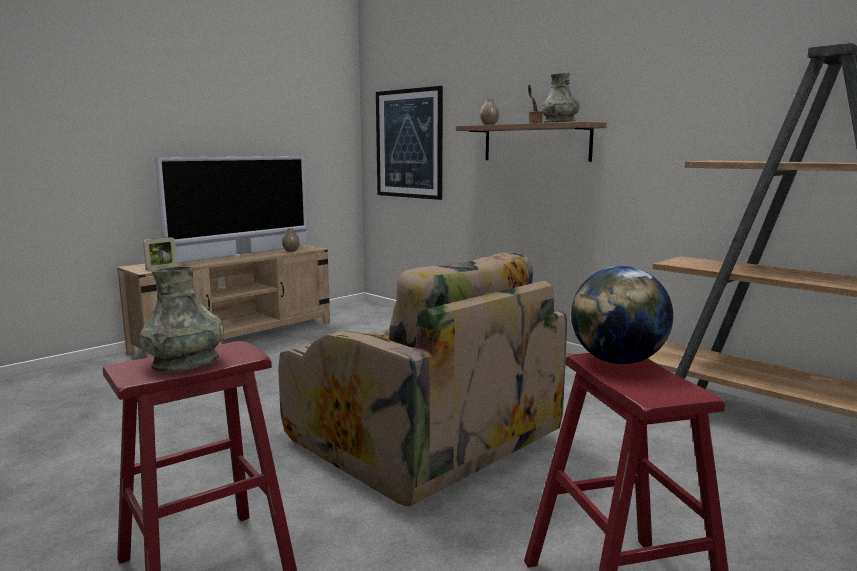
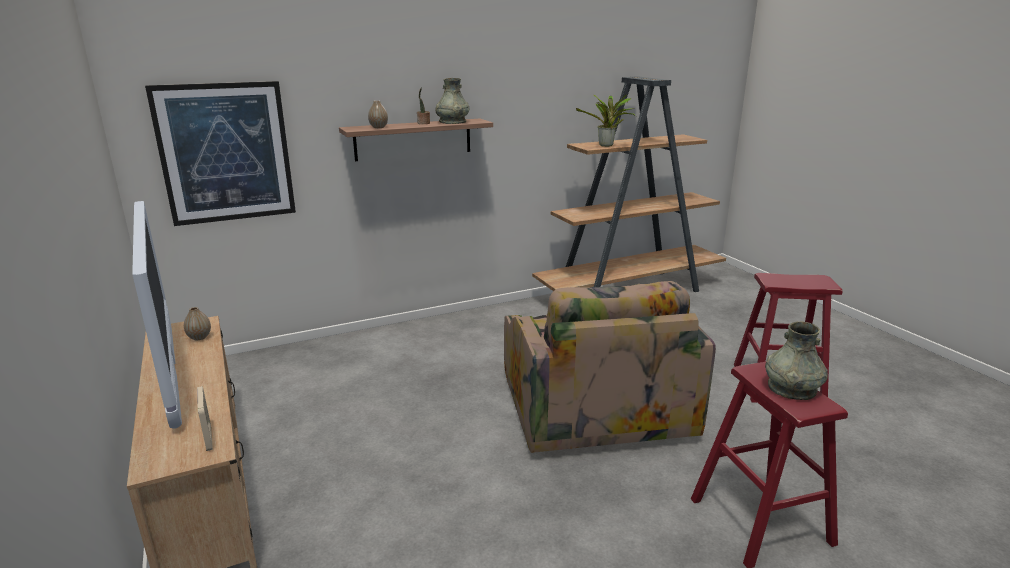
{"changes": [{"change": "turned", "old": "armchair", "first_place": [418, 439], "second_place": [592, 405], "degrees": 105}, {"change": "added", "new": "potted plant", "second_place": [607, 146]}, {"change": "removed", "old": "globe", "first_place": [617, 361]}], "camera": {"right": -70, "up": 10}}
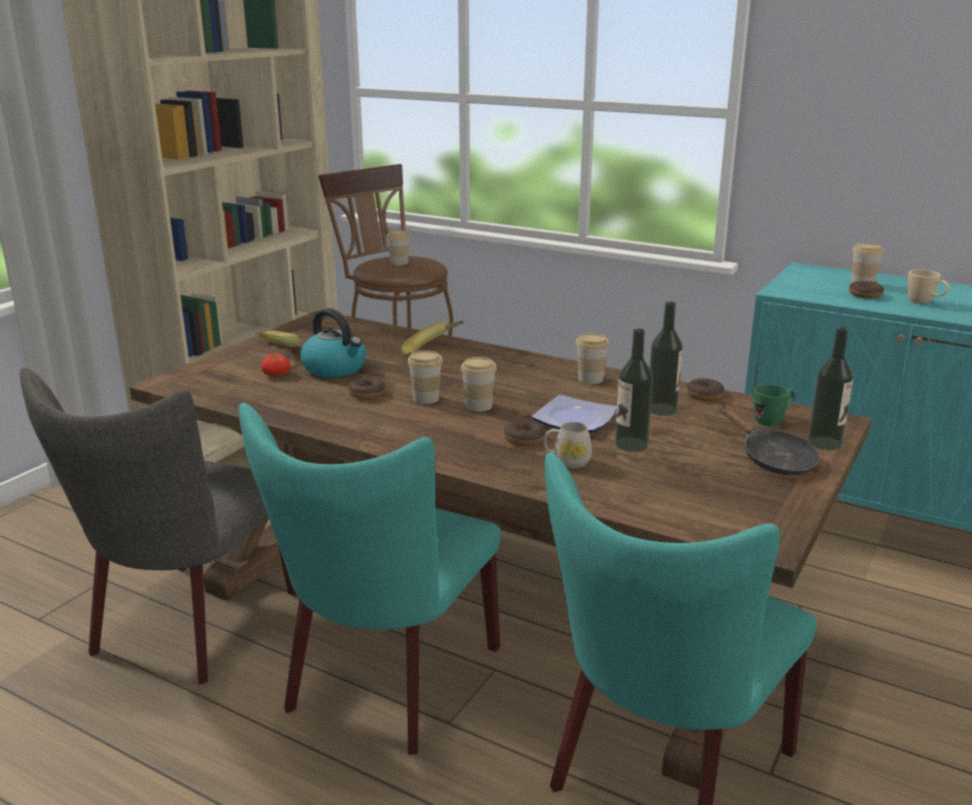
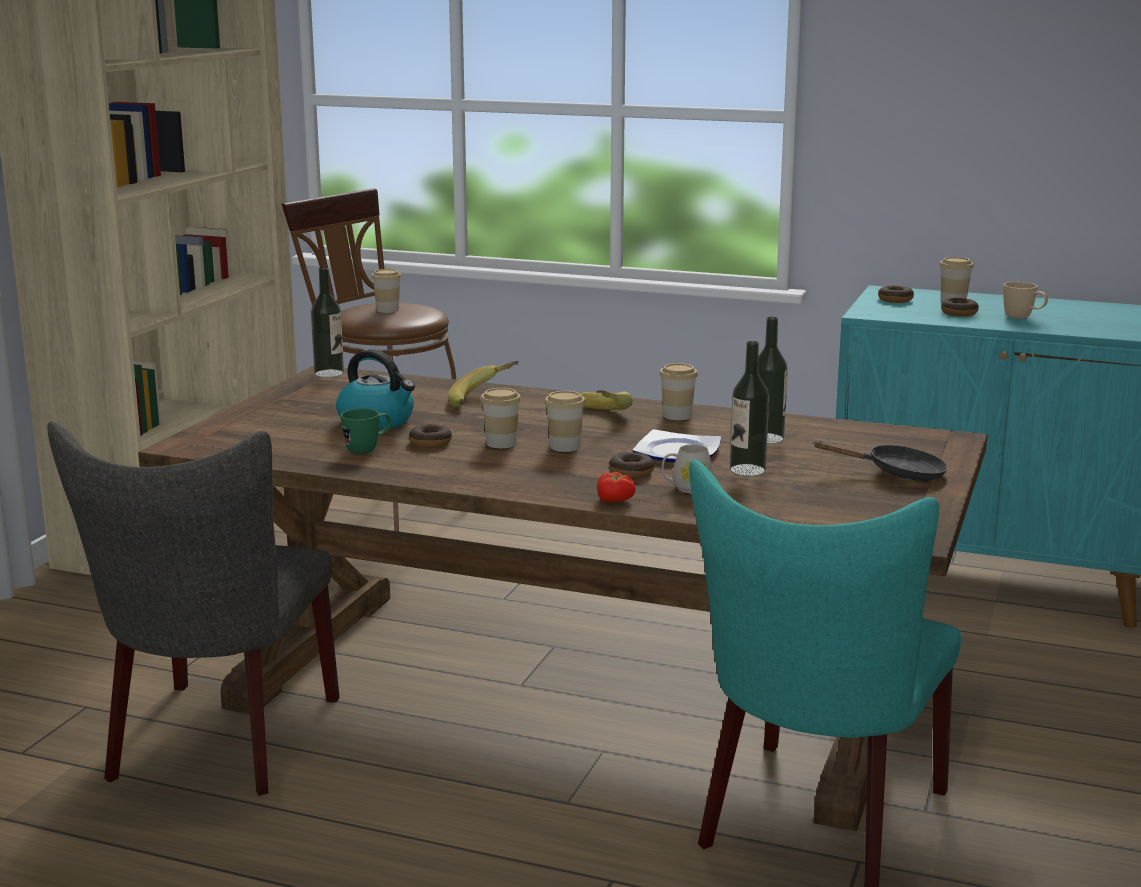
{"changes": [{"change": "moved", "old": "bottle", "first_place": [824, 443], "second_place": [329, 373]}, {"change": "moved", "old": "green mug", "first_place": [772, 421], "second_place": [368, 449]}, {"change": "moved", "old": "banana", "first_place": [271, 352], "second_place": [596, 417]}, {"change": "moved", "old": "tomato", "first_place": [277, 374], "second_place": [615, 500]}, {"change": "turned", "old": "black frying pan", "first_place": [772, 459], "second_place": [897, 473], "degrees": -45}, {"change": "moved", "old": "donut", "first_place": [704, 395], "second_place": [895, 300]}, {"change": "removed", "old": "turquoise chair", "first_place": [386, 685]}], "camera": {"right": -10, "up": -5}}
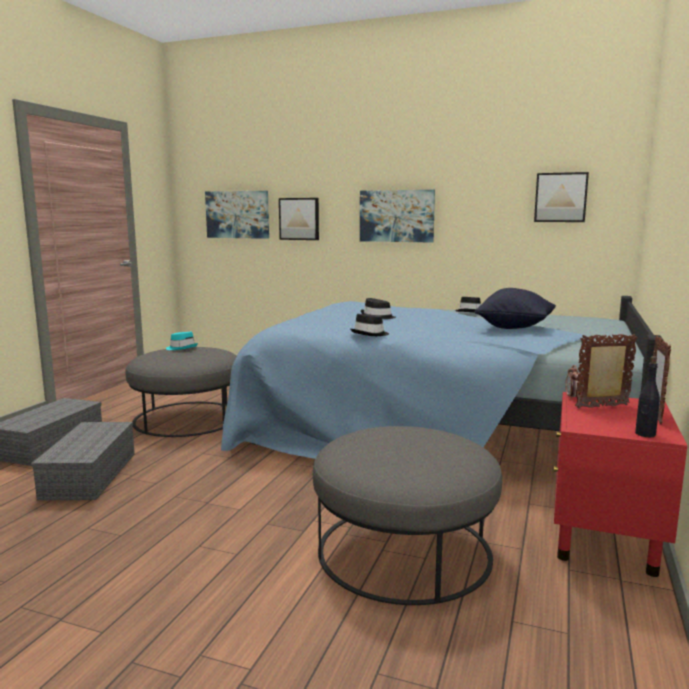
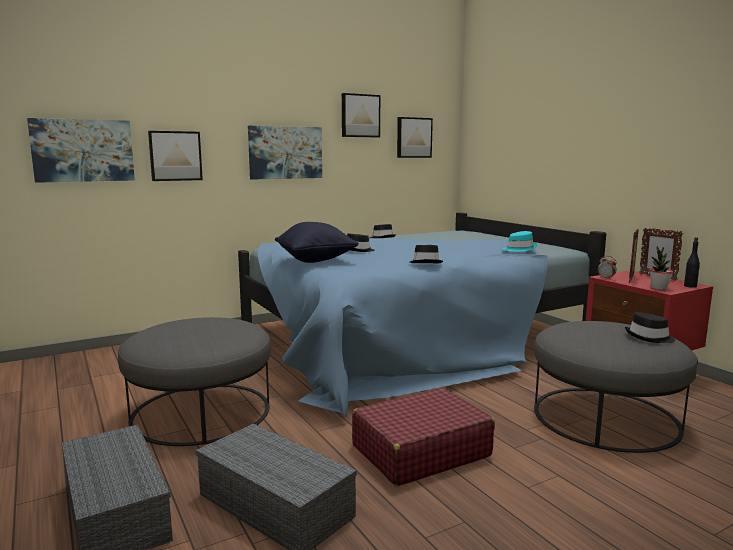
{"changes": [{"change": "moved", "old": "black pillow", "first_place": [515, 328], "second_place": [315, 260]}, {"change": "added", "new": "picture", "second_place": [360, 116]}, {"change": "added", "new": "red suitcase", "second_place": [420, 451]}, {"change": "moved", "old": "turquoise hat", "first_place": [181, 348], "second_place": [519, 249]}, {"change": "added", "new": "black hat", "second_place": [649, 337]}, {"change": "added", "new": "potted plant", "second_place": [659, 288]}], "camera": {"right": -50, "up": 0}}
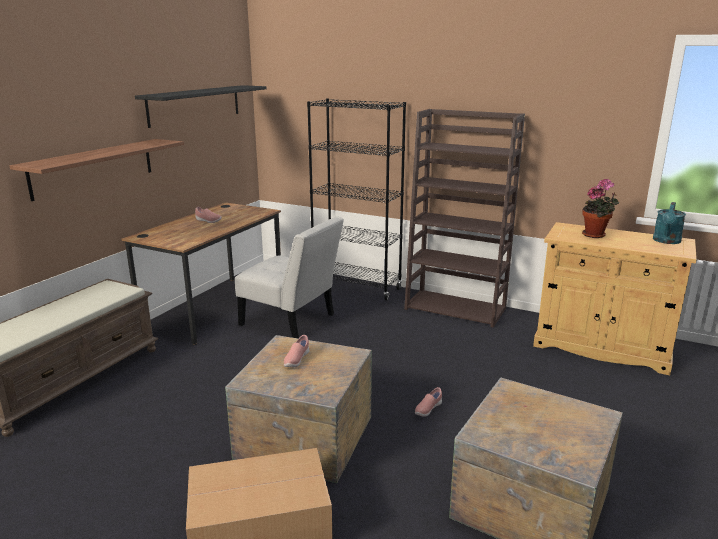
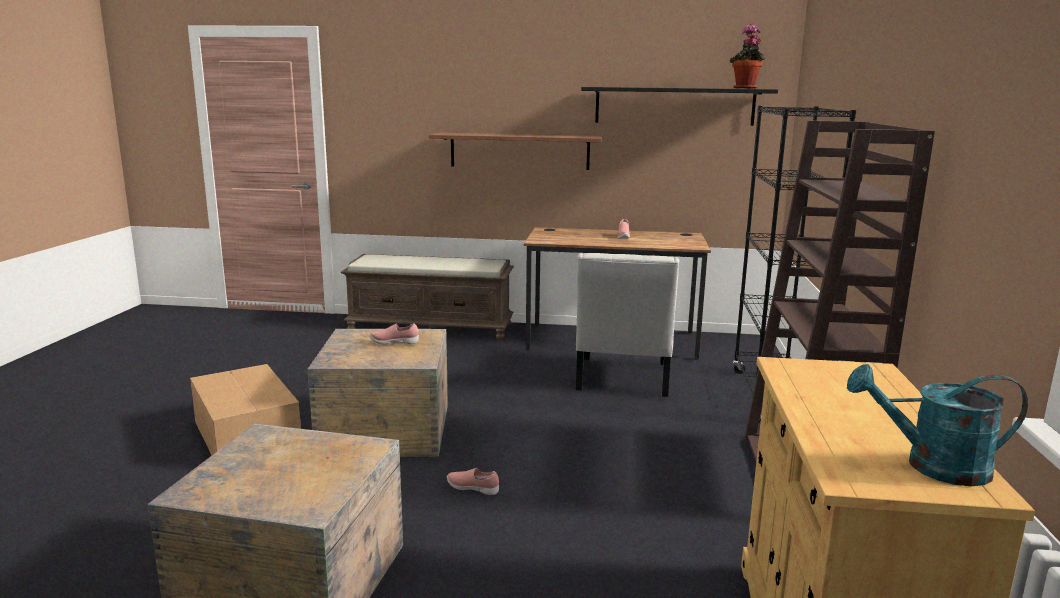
{"changes": [{"change": "moved", "old": "potted plant", "first_place": [596, 235], "second_place": [745, 88]}], "camera": {"right": 70, "up": -5}}
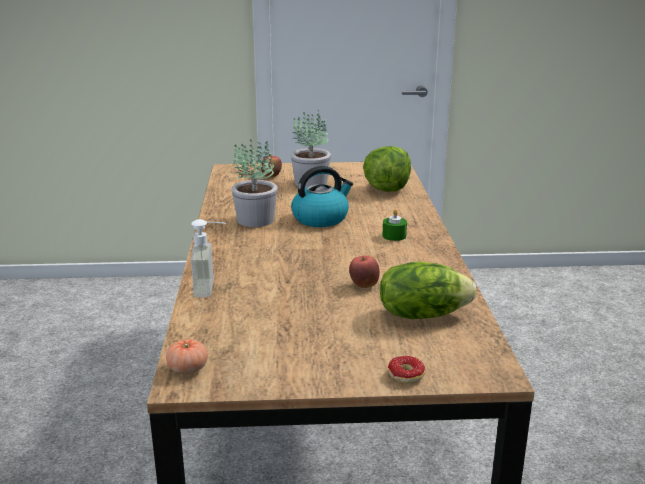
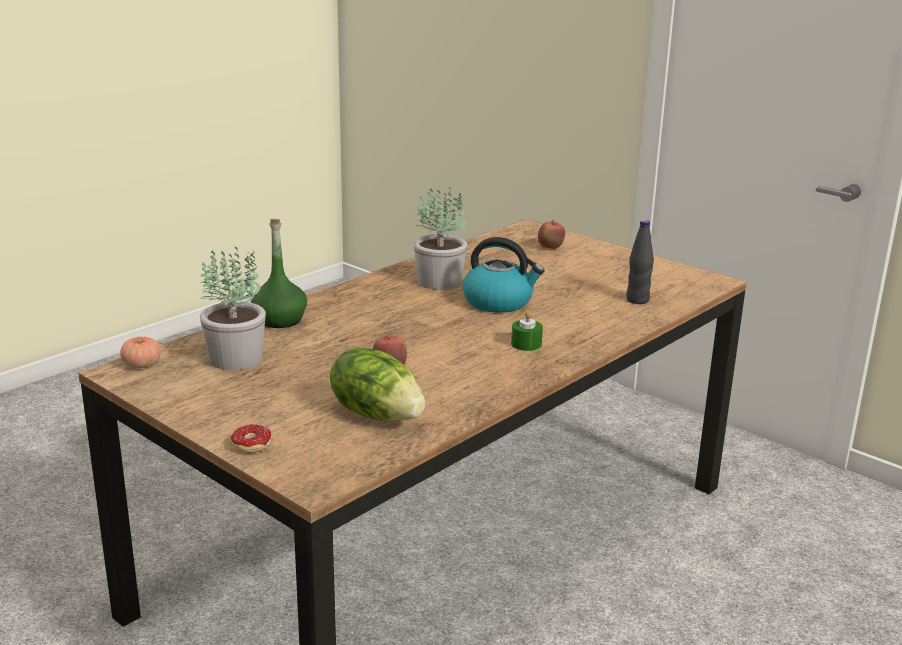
{"changes": [{"change": "moved", "old": "potted plant", "first_place": [310, 183], "second_place": [236, 358]}, {"change": "replaced", "old": "soap dispenser", "new": "green bottle", "first_place": [212, 288], "second_place": [279, 320]}, {"change": "replaced", "old": "lettuce", "new": "black bottle", "first_place": [386, 189], "second_place": [637, 300]}], "camera": {"right": 45, "up": 0}}
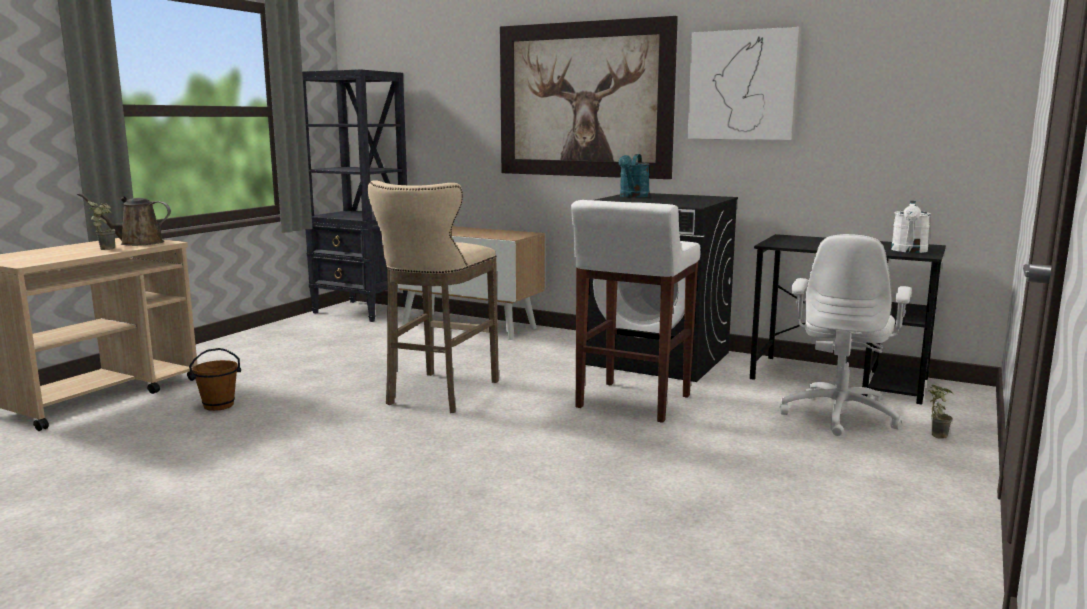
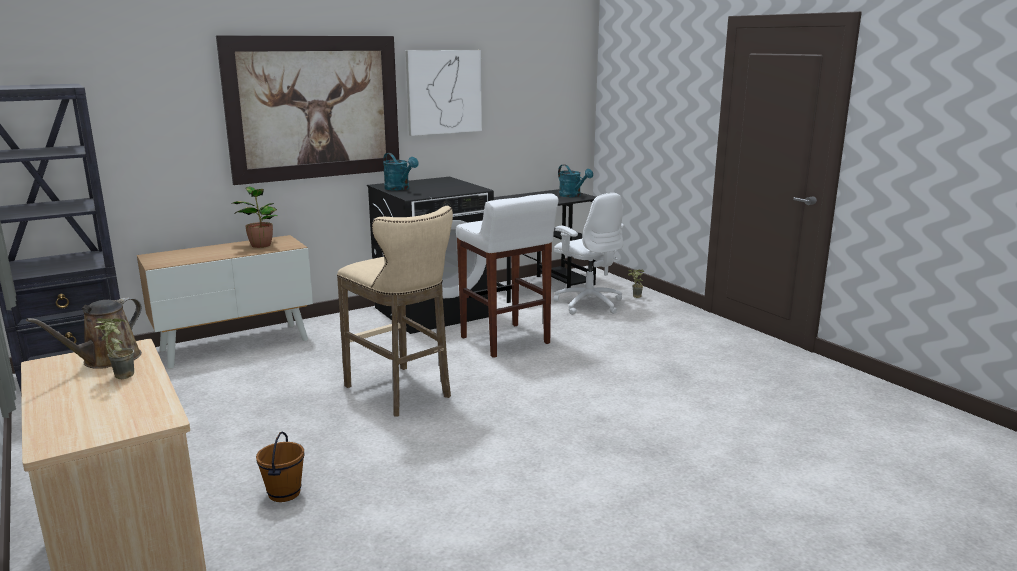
{"changes": [{"change": "added", "new": "potted plant", "second_place": [260, 245]}, {"change": "recoloured", "old": "white watering can", "new": "turquoise watering can", "first_place": [909, 251], "second_place": [572, 196]}], "camera": {"right": -60, "up": 5}}
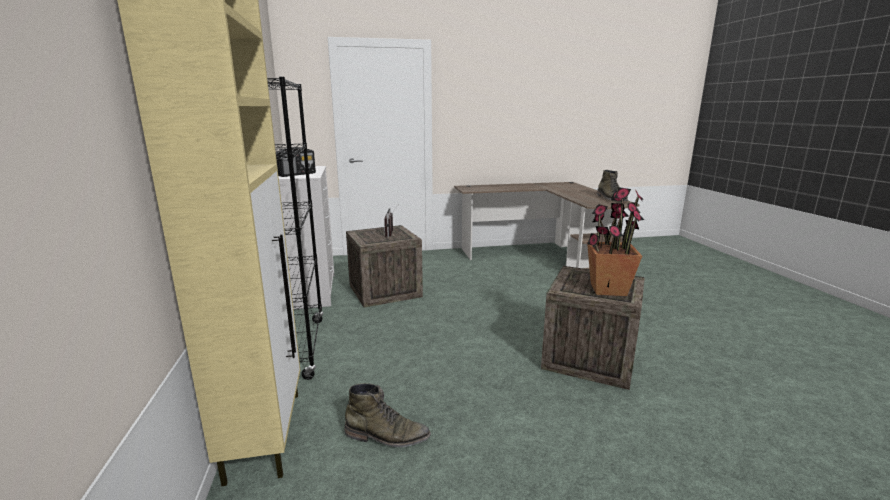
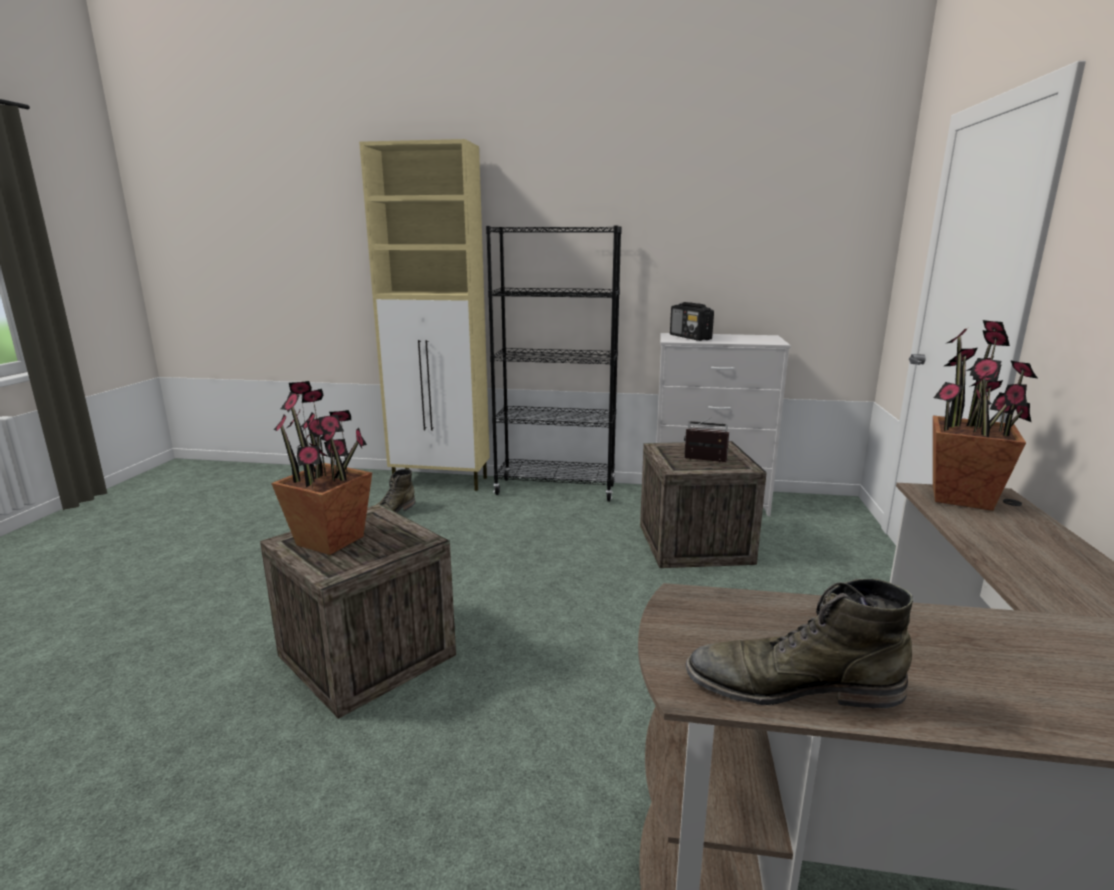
{"changes": [{"change": "added", "new": "potted plant", "second_place": [962, 498]}], "camera": {"right": 110, "up": 0}}
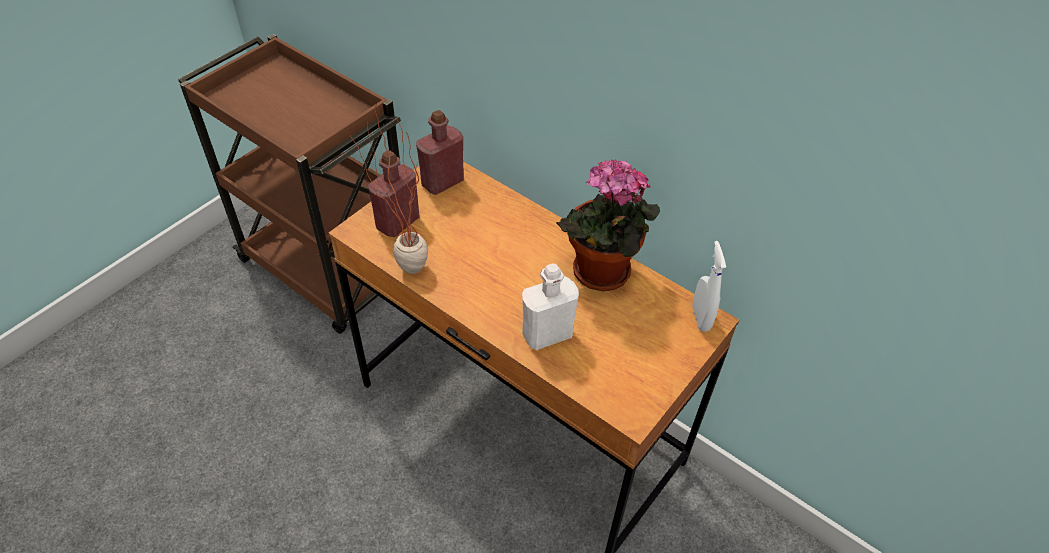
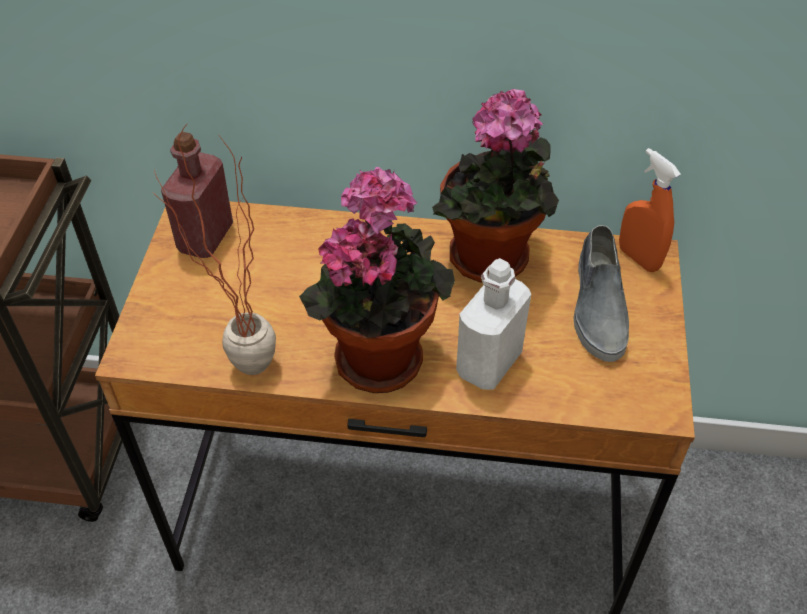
{"changes": [{"change": "added", "new": "potted plant", "second_place": [379, 353]}, {"change": "added", "new": "grey shoe", "second_place": [598, 306]}, {"change": "recoloured", "old": "white spray bottle", "new": "orange spray bottle", "first_place": [700, 318], "second_place": [638, 258]}, {"change": "removed", "old": "red bottle", "first_place": [397, 223]}], "camera": {"right": -30, "up": 0}}
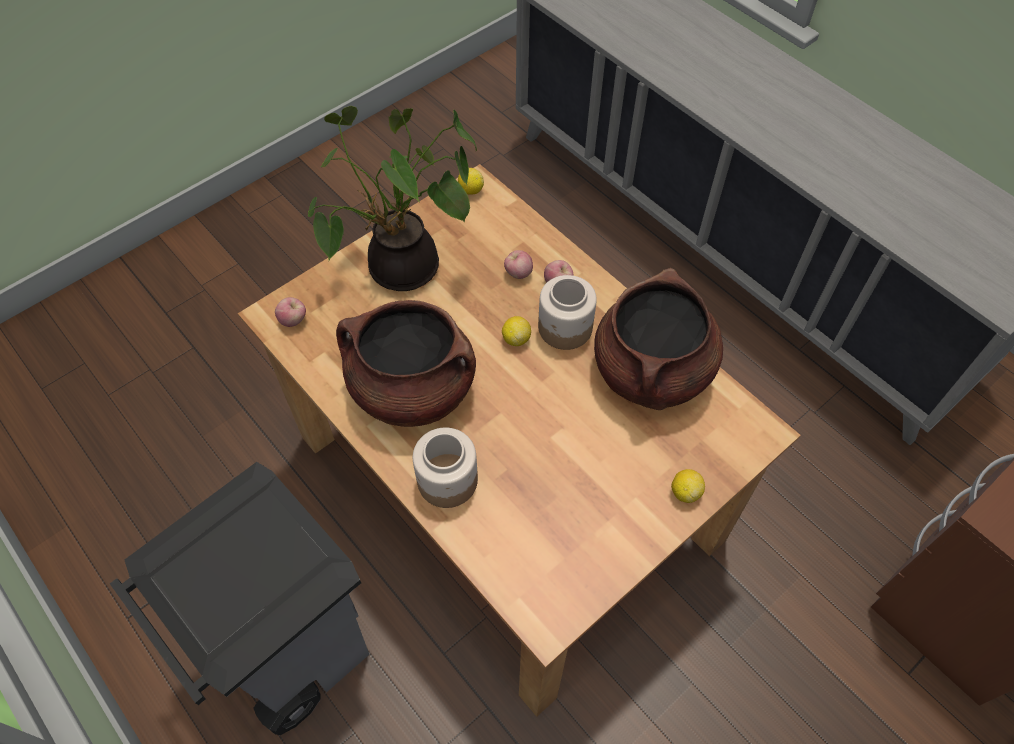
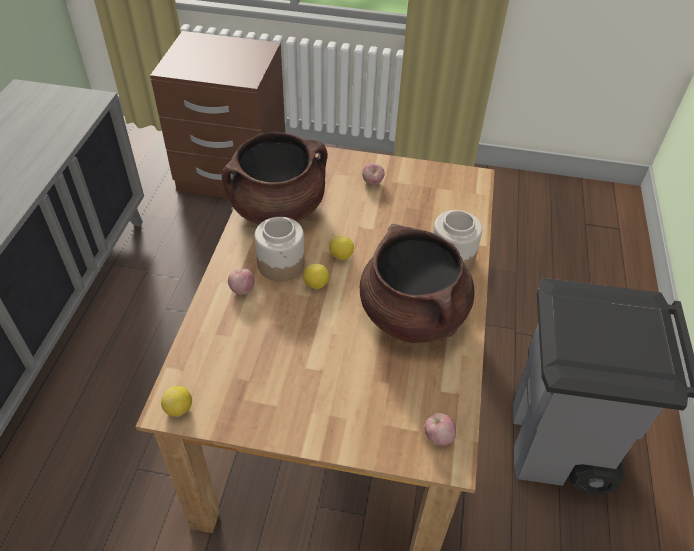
{"changes": [{"change": "moved", "old": "lemon", "first_place": [685, 492], "second_place": [341, 256]}, {"change": "moved", "old": "apple", "first_place": [518, 273], "second_place": [372, 182]}, {"change": "removed", "old": "potted plant", "first_place": [402, 272]}], "camera": {"right": -130, "up": -10}}
